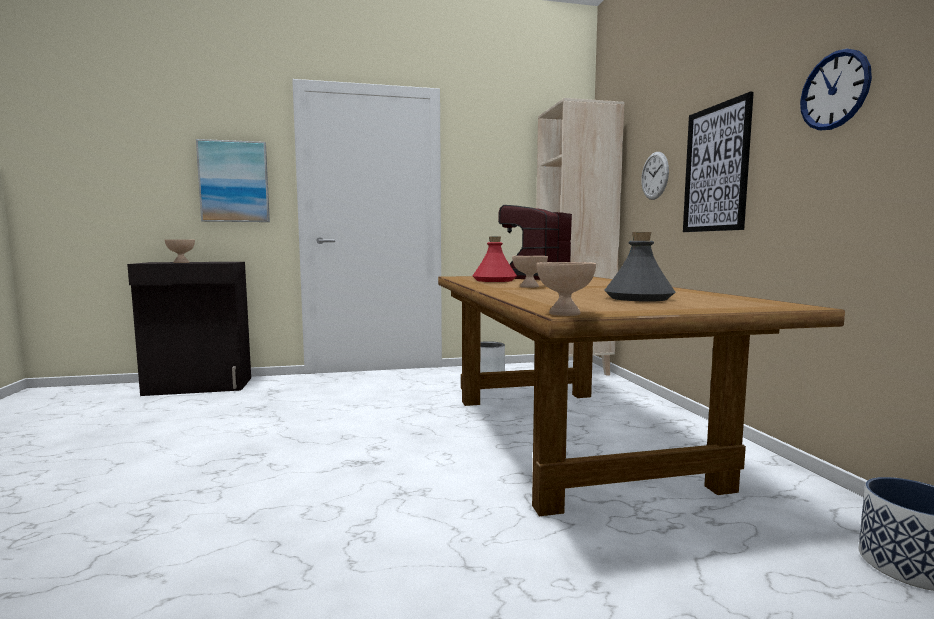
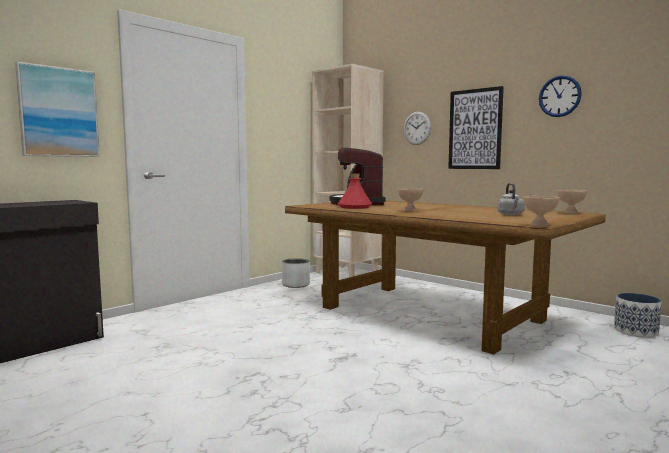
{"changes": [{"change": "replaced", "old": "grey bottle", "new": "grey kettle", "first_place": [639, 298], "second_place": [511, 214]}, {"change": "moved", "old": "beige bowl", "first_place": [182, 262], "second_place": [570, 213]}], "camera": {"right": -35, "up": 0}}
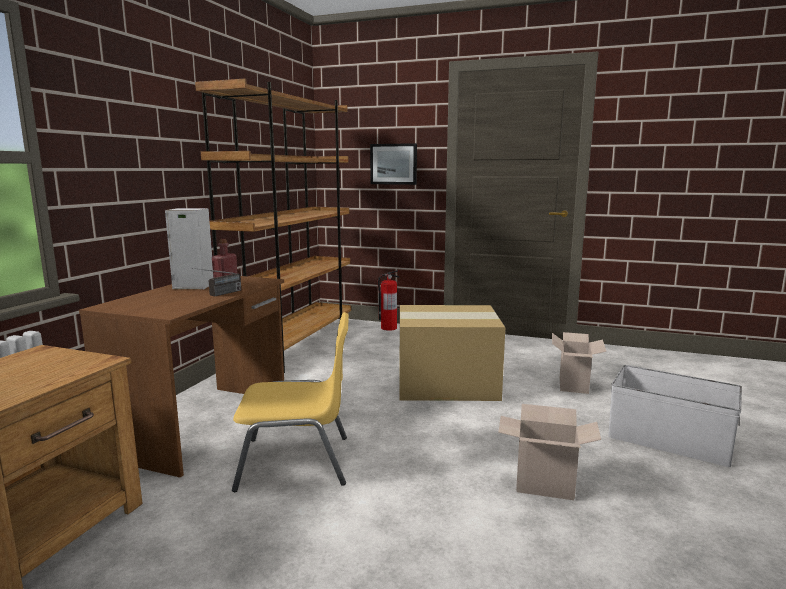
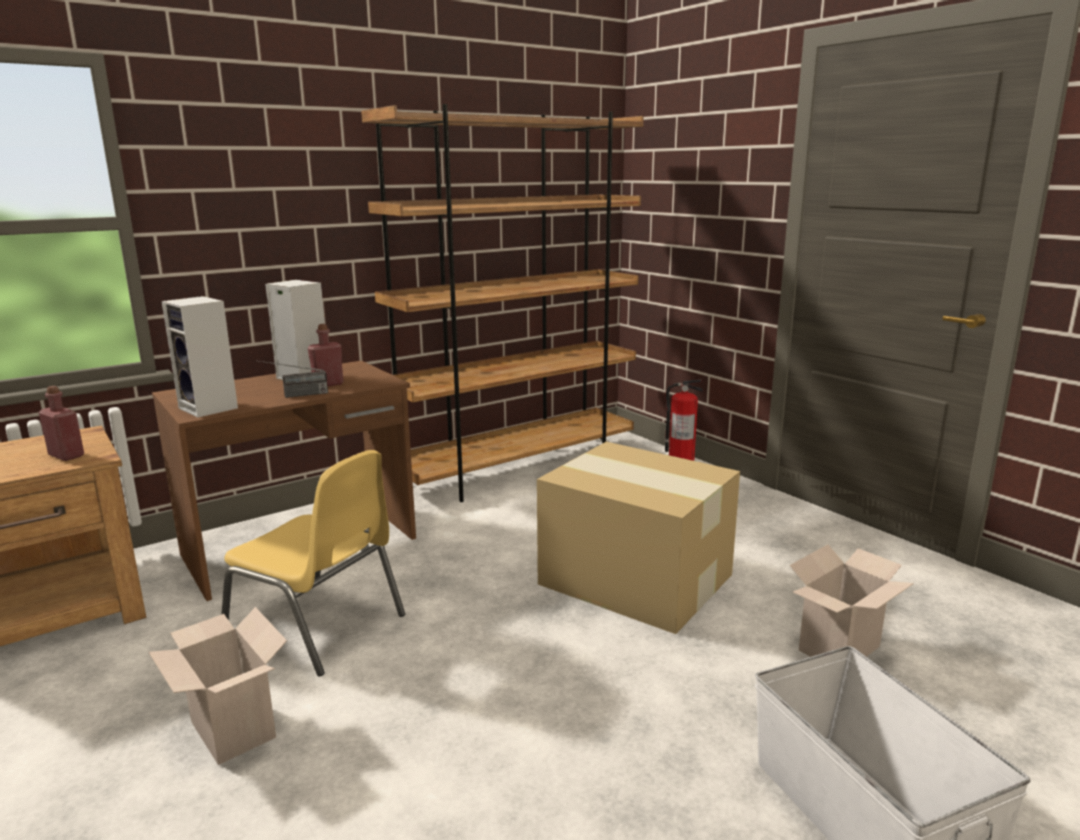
{"changes": [{"change": "added", "new": "red bottle", "second_place": [66, 456]}, {"change": "moved", "old": "cardboard box", "first_place": [542, 485], "second_place": [229, 729]}, {"change": "added", "new": "speaker", "second_place": [210, 408]}, {"change": "removed", "old": "picture", "first_place": [393, 164]}], "camera": {"right": 35, "up": 5}}
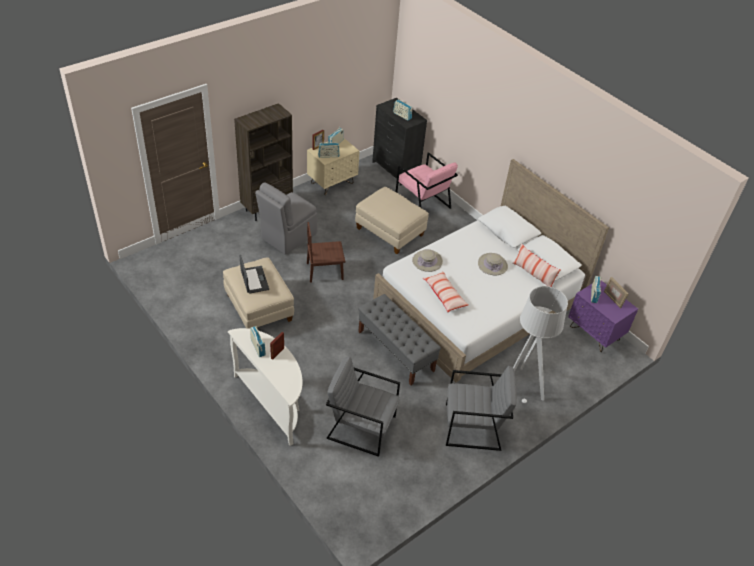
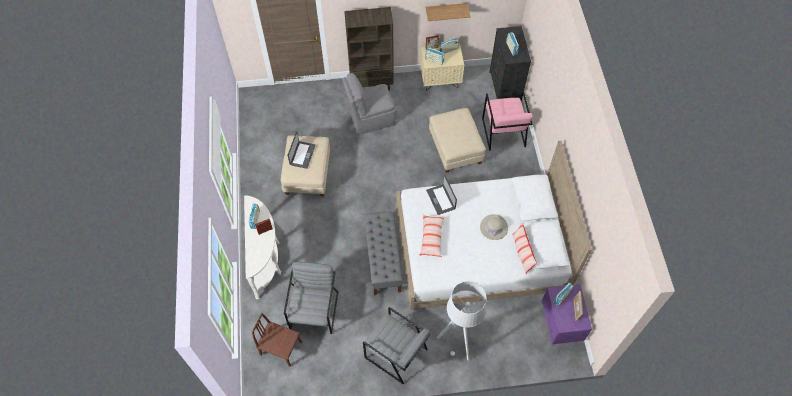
{"changes": [{"change": "moved", "old": "brown chair", "first_place": [325, 271], "second_place": [281, 348]}, {"change": "turned", "old": "grey armchair", "first_place": [361, 427], "second_place": [314, 310], "degrees": 45}, {"change": "added", "new": "shelf", "second_place": [446, 10]}, {"change": "replaced", "old": "beige hat", "new": "laptop", "first_place": [427, 261], "second_place": [441, 199]}], "camera": {"right": 35, "up": 15}}
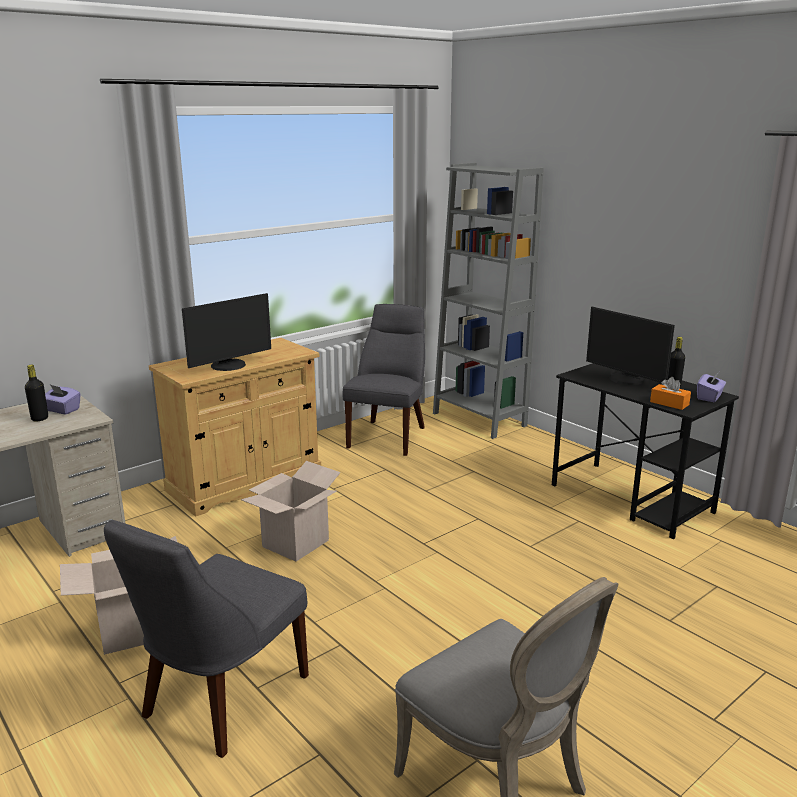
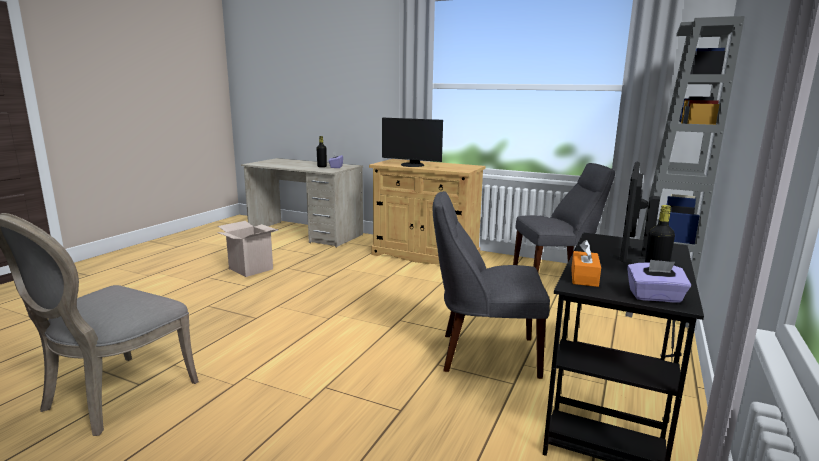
{"changes": [{"change": "moved", "old": "grey chair", "first_place": [220, 699], "second_place": [484, 354]}, {"change": "removed", "old": "cardboard box", "first_place": [295, 543]}], "camera": {"right": 65, "up": -5}}
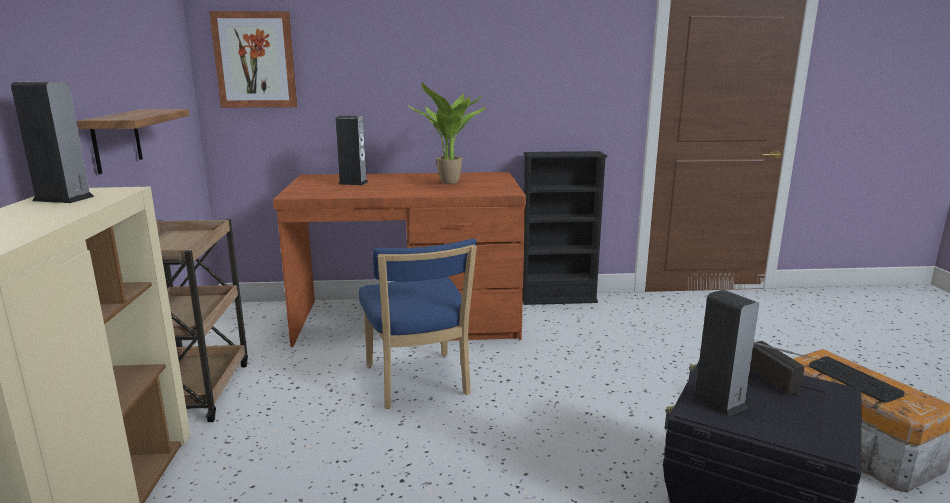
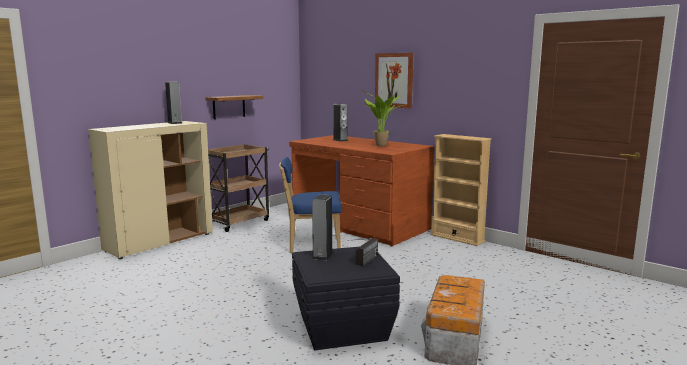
{"changes": [{"change": "turned", "old": "blue chair", "first_place": [418, 383], "second_place": [311, 245], "degrees": 60}, {"change": "moved", "old": "picture", "first_place": [255, 60], "second_place": [394, 80]}, {"change": "recoloured", "old": "black bookcase", "new": "beige bookcase", "first_place": [558, 299], "second_place": [457, 238]}, {"change": "removed", "old": "keyboard", "first_place": [853, 380]}], "camera": {"right": 45, "up": -5}}
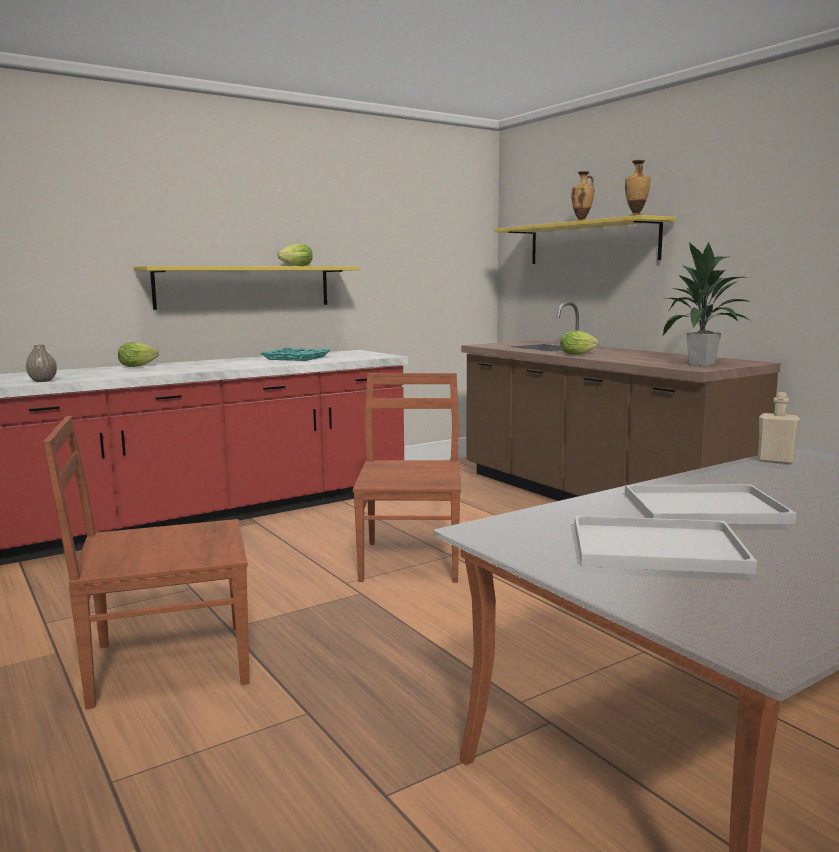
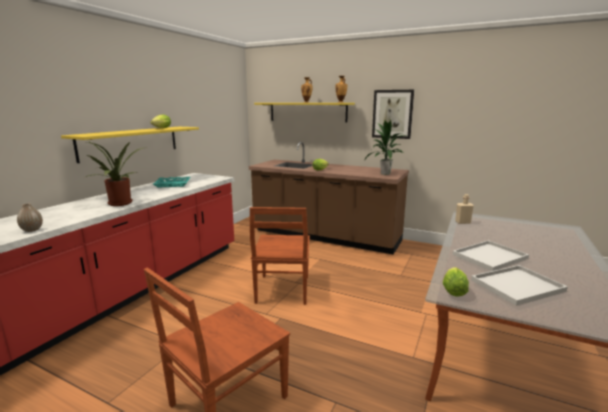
{"changes": [{"change": "added", "new": "potted plant", "second_place": [120, 204]}, {"change": "turned", "old": "brown chair", "first_place": [411, 560], "second_place": [282, 290], "degrees": -150}, {"change": "added", "new": "picture", "second_place": [392, 114]}, {"change": "moved", "old": "lettuce", "first_place": [139, 366], "second_place": [453, 290]}], "camera": {"right": -30, "up": 5}}
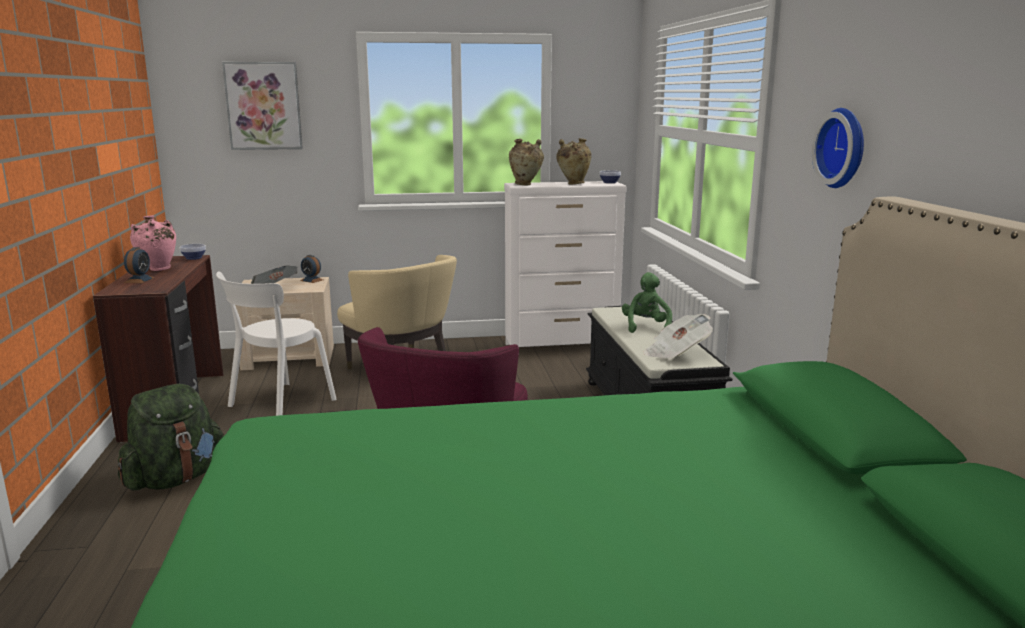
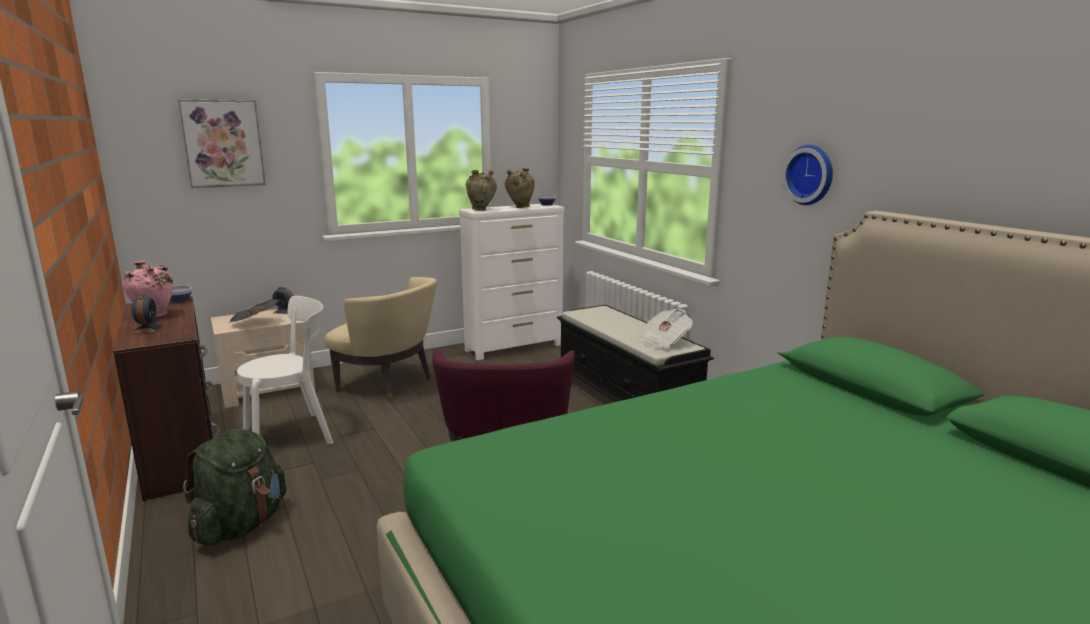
{"changes": [{"change": "turned", "old": "white chair", "first_place": [278, 404], "second_place": [292, 435], "degrees": -135}, {"change": "removed", "old": "green plush toy", "first_place": [645, 327]}], "camera": {"right": -20, "up": 0}}
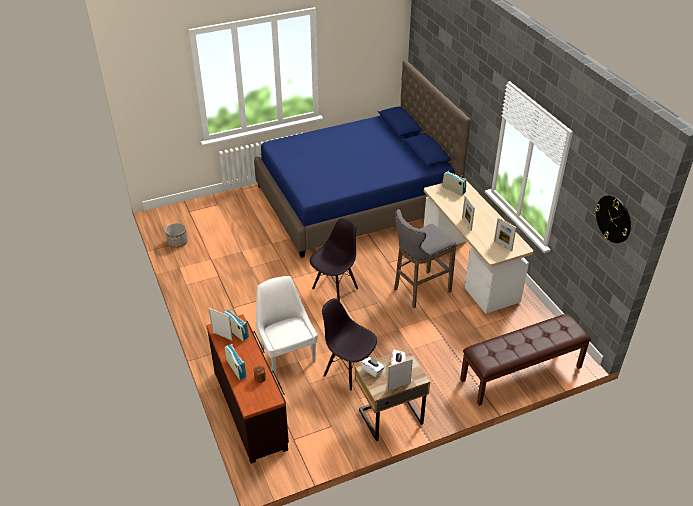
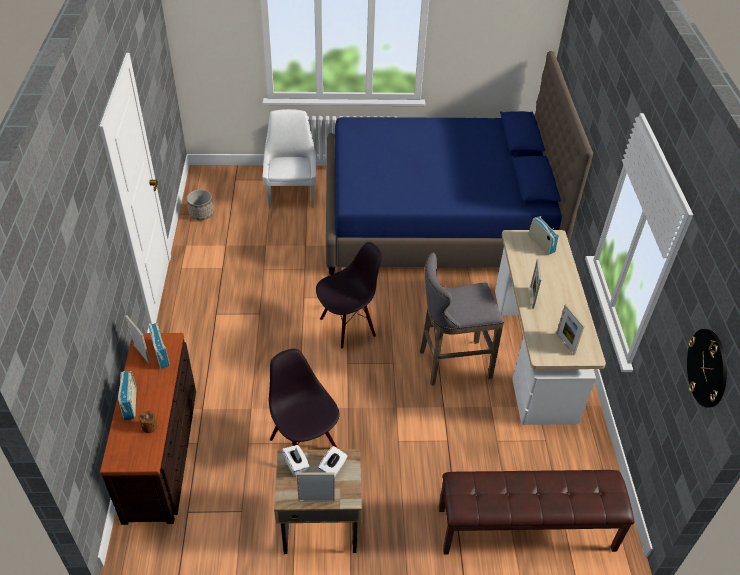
{"changes": [{"change": "moved", "old": "white chair", "first_place": [287, 354], "second_place": [291, 194]}], "camera": {"right": 20, "up": 5}}
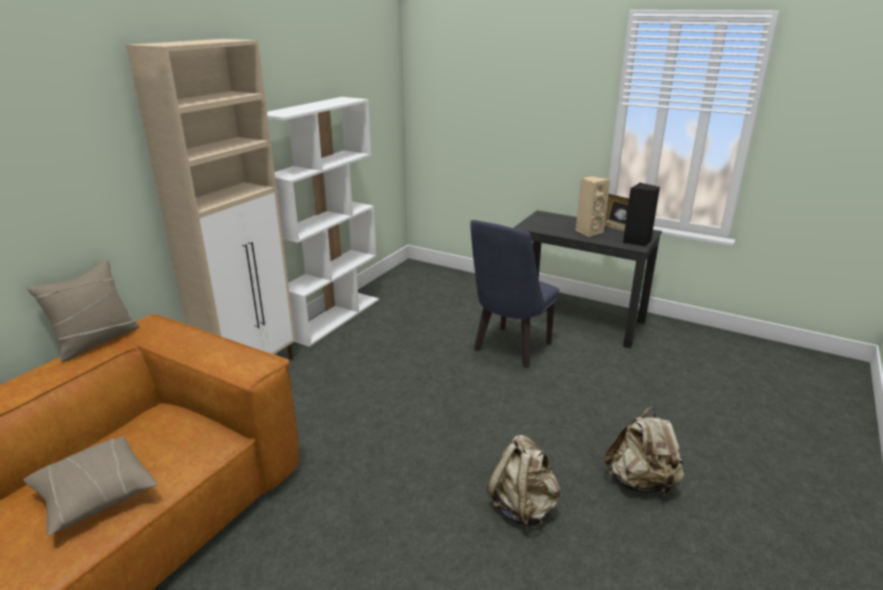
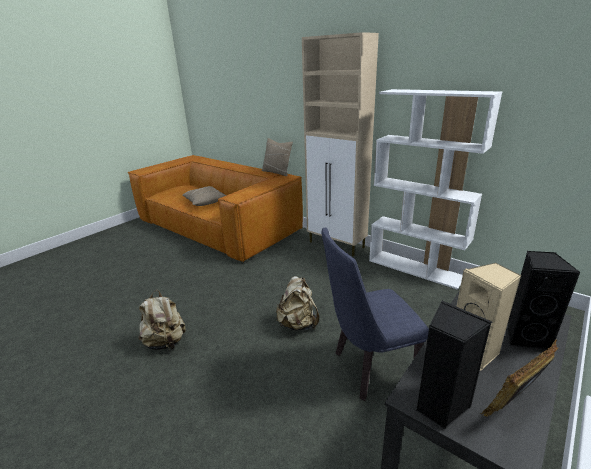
{"changes": [{"change": "moved", "old": "beige backpack", "first_place": [641, 482], "second_place": [298, 324]}, {"change": "turned", "old": "blue chair", "first_place": [510, 349], "second_place": [367, 369], "degrees": -60}, {"change": "added", "new": "black speaker", "second_place": [525, 336]}], "camera": {"right": 100, "up": 0}}
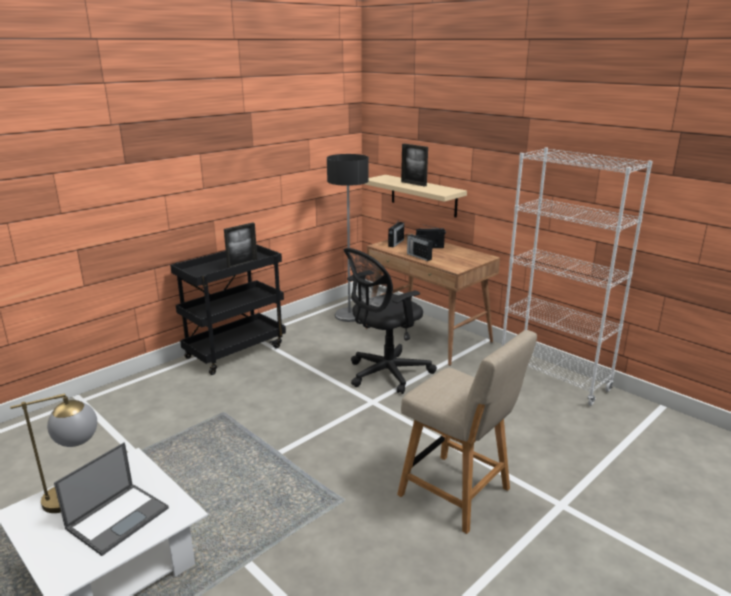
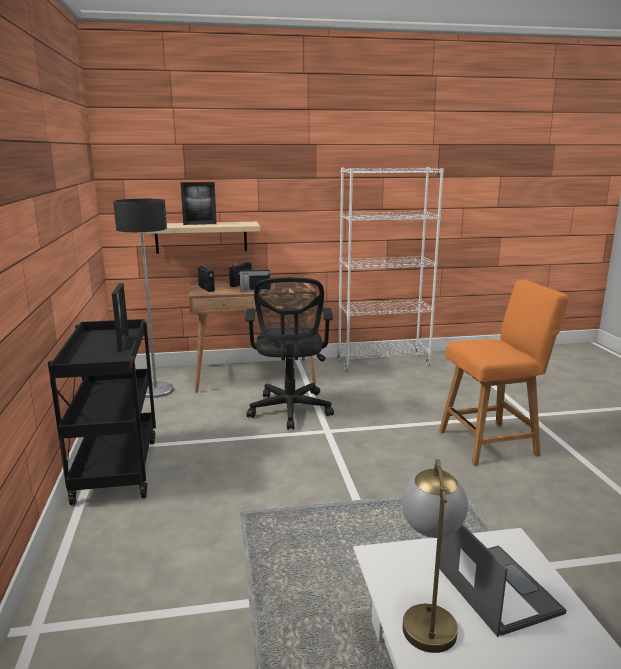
{"changes": [{"change": "recoloured", "old": "beige chair", "new": "orange chair", "first_place": [459, 494], "second_place": [492, 442]}], "camera": {"right": -55, "up": -5}}
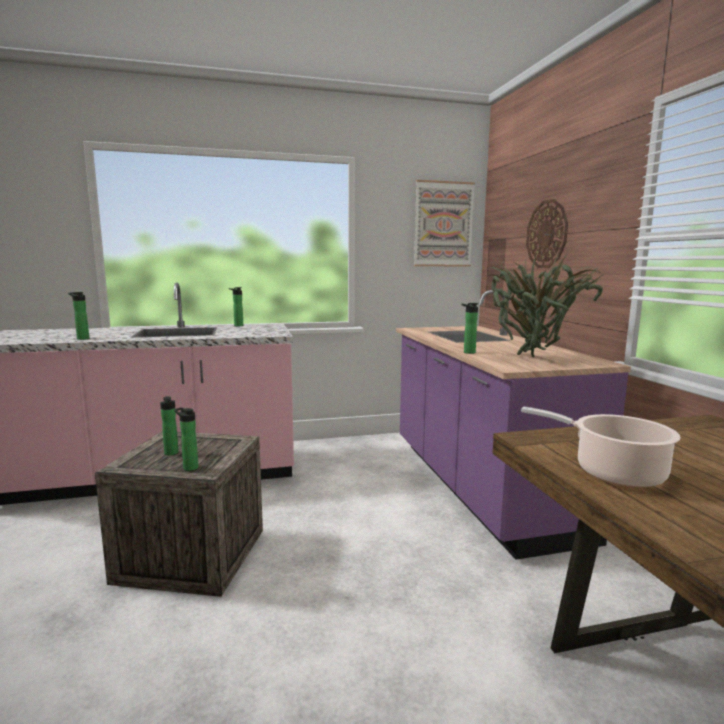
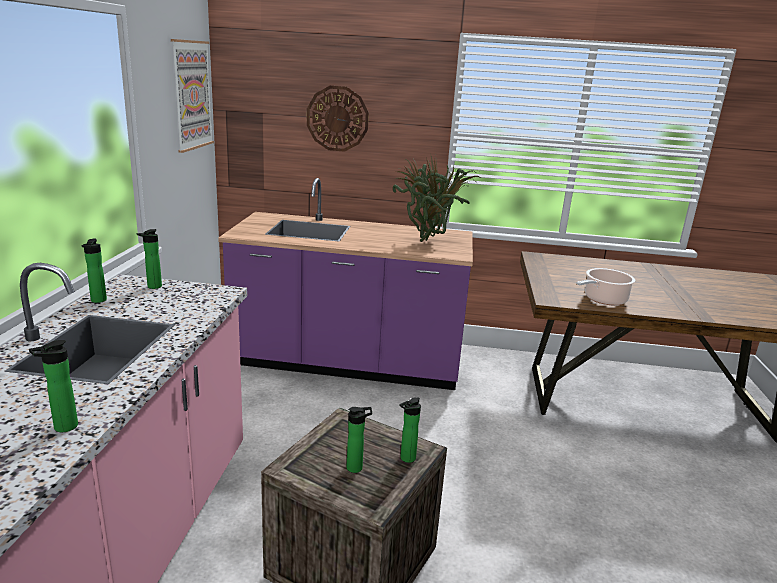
{"changes": [{"change": "moved", "old": "bottle", "first_place": [467, 352], "second_place": [152, 287]}], "camera": {"right": -70, "up": 10}}
